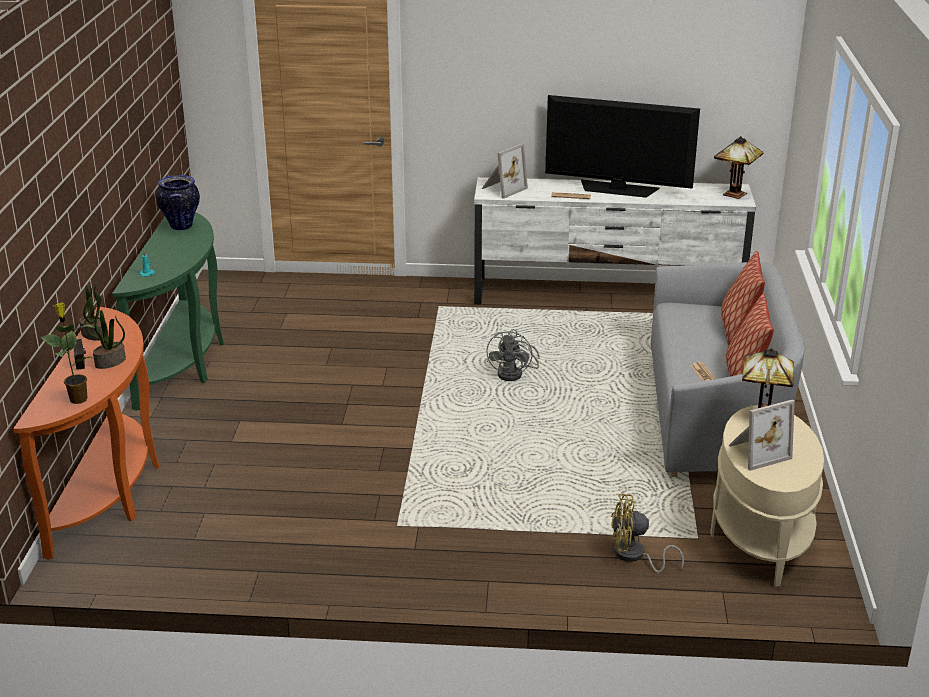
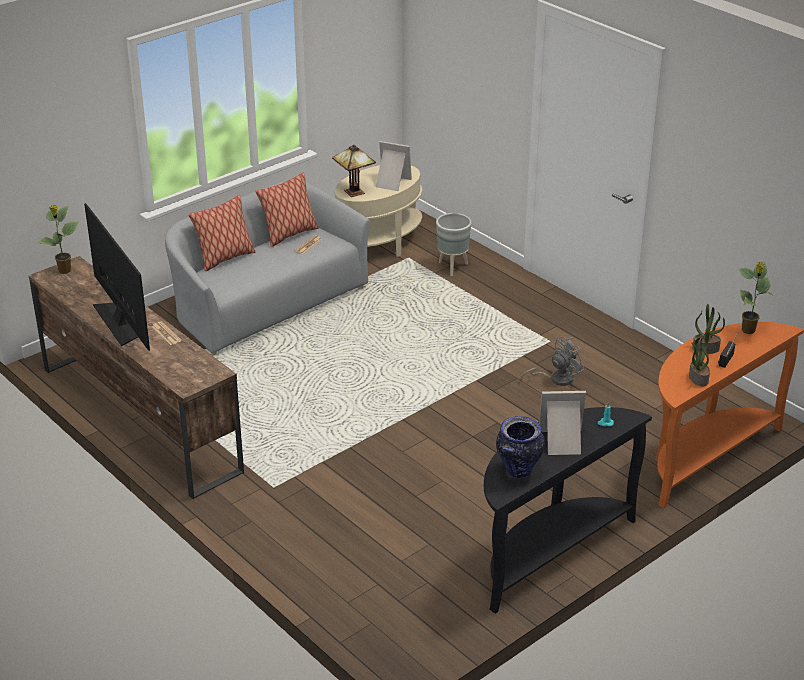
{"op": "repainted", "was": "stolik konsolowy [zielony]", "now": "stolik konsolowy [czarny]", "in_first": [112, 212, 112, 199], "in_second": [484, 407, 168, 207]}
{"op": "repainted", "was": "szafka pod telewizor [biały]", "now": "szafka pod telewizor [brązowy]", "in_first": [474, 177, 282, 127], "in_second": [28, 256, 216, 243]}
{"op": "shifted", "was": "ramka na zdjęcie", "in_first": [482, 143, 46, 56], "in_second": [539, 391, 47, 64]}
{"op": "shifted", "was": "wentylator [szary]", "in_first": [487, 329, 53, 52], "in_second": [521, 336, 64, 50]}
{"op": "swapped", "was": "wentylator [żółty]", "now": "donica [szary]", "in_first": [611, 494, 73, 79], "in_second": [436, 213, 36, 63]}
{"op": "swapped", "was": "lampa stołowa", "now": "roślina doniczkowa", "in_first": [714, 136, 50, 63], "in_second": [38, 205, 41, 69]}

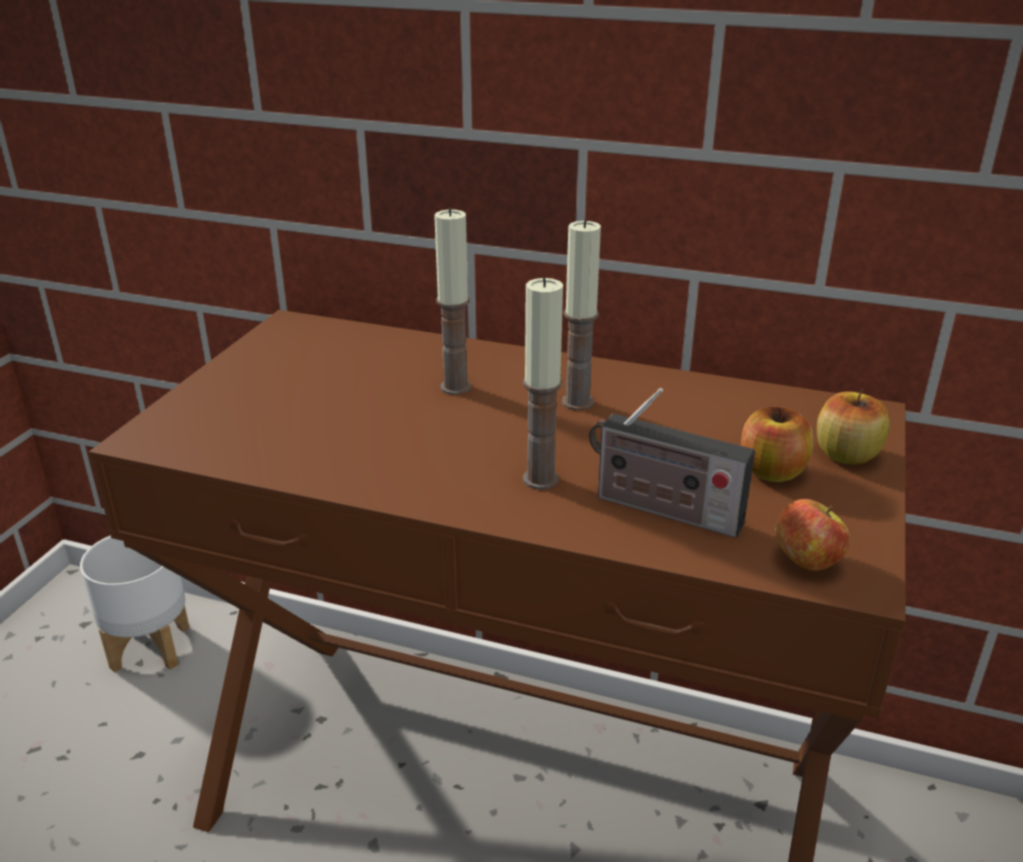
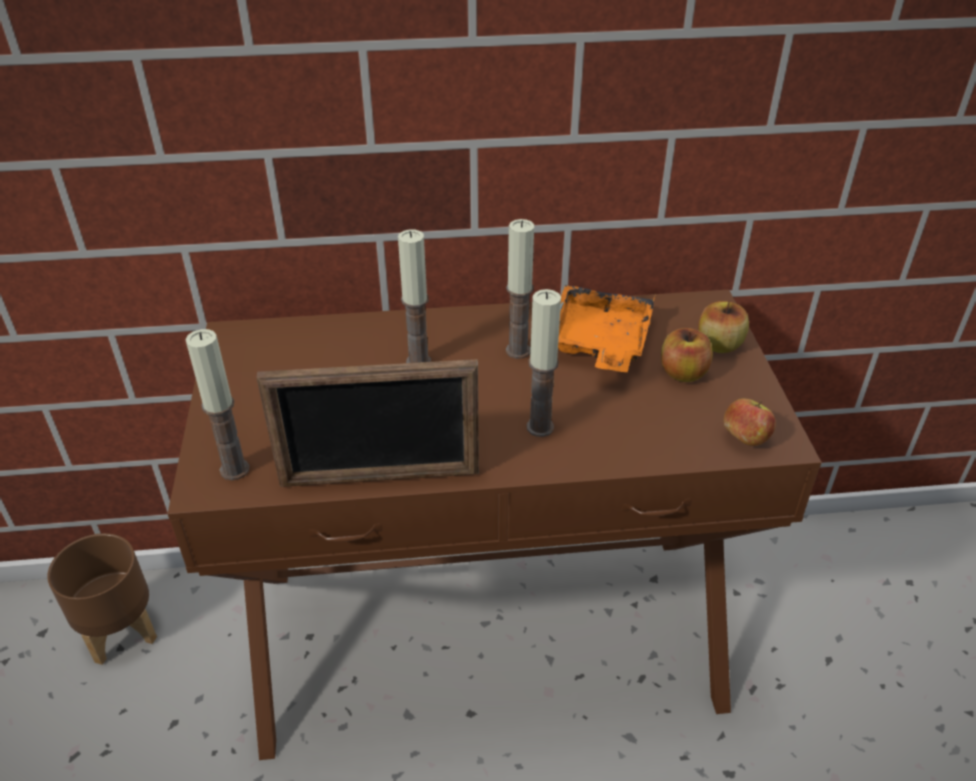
{"op": "repainted", "was": "donica [biały]", "now": "donica [brązowy]", "in_first": [80, 535, 110, 138], "in_second": [47, 533, 110, 132]}
{"op": "gone", "was": "radio", "in_first": [589, 388, 166, 150]}
{"op": "new", "now": "świeca", "in_second": [185, 329, 64, 151]}
{"op": "new", "now": "ramka na zdjęcie", "in_second": [256, 359, 223, 128]}
{"op": "new", "now": "taca [pomarańczowy]", "in_second": [558, 285, 98, 87]}

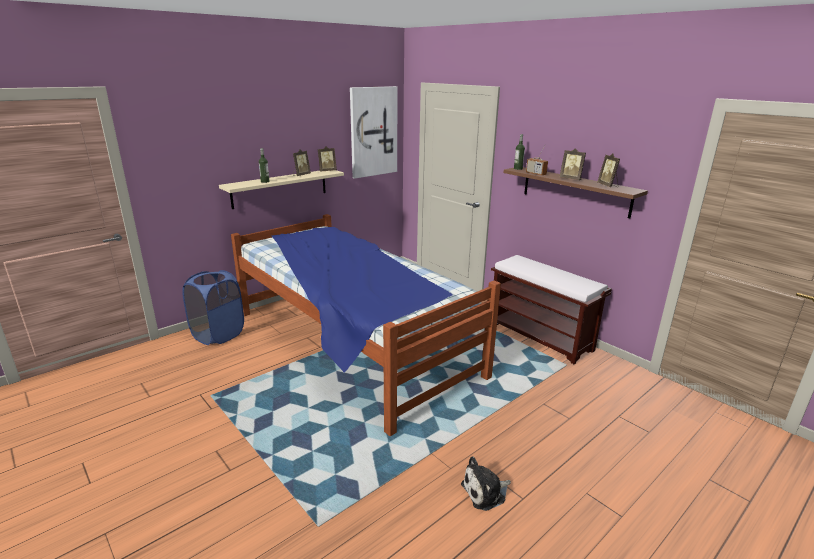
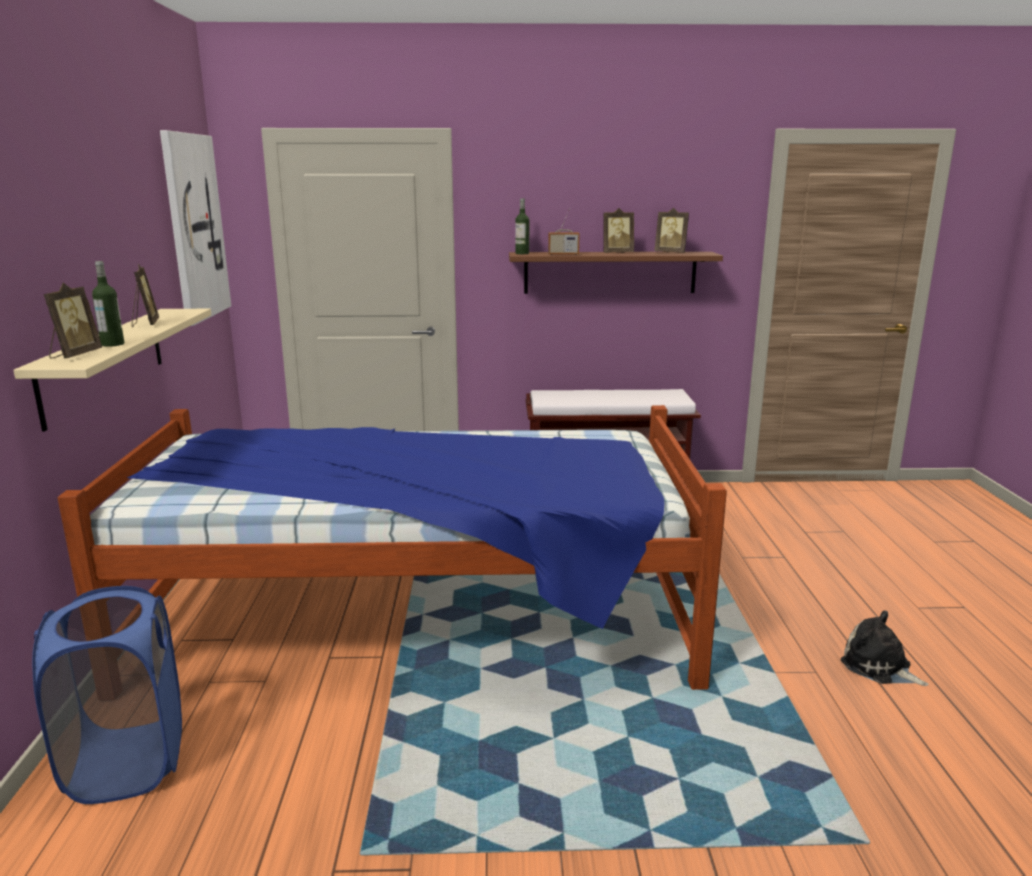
{"op": "shifted", "was": "ramka na zdjęcie", "in_first": [318, 146, 19, 26], "in_second": [44, 283, 58, 75]}
{"op": "rotated", "was": "pluszak", "in_first": [461, 456, 50, 55], "in_second": [841, 611, 87, 75], "clockwise": 120}

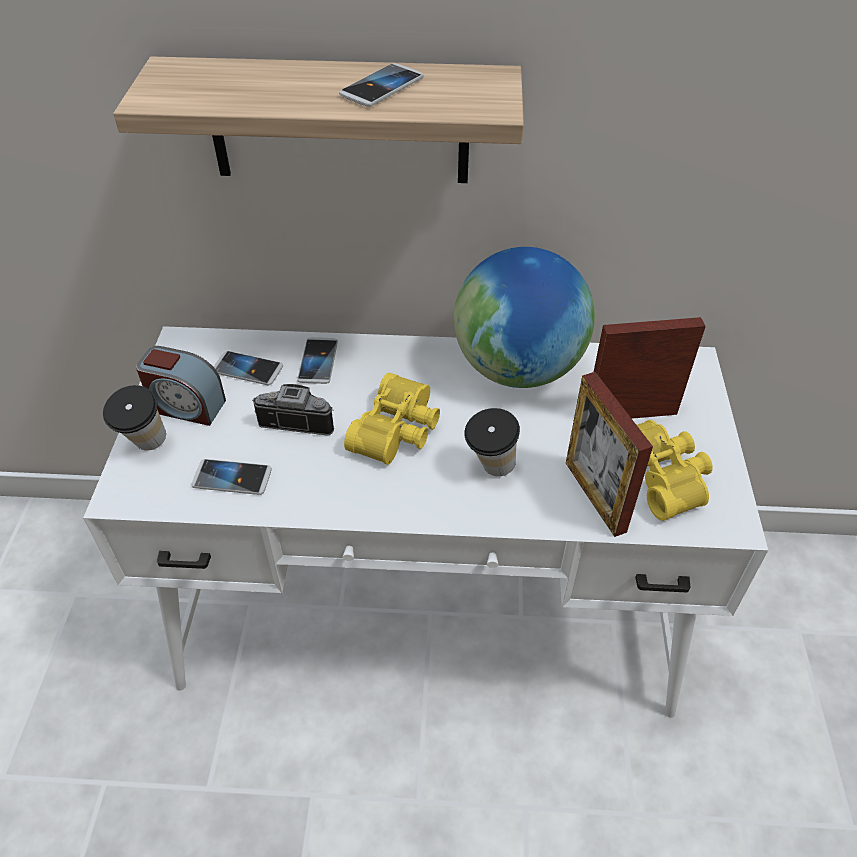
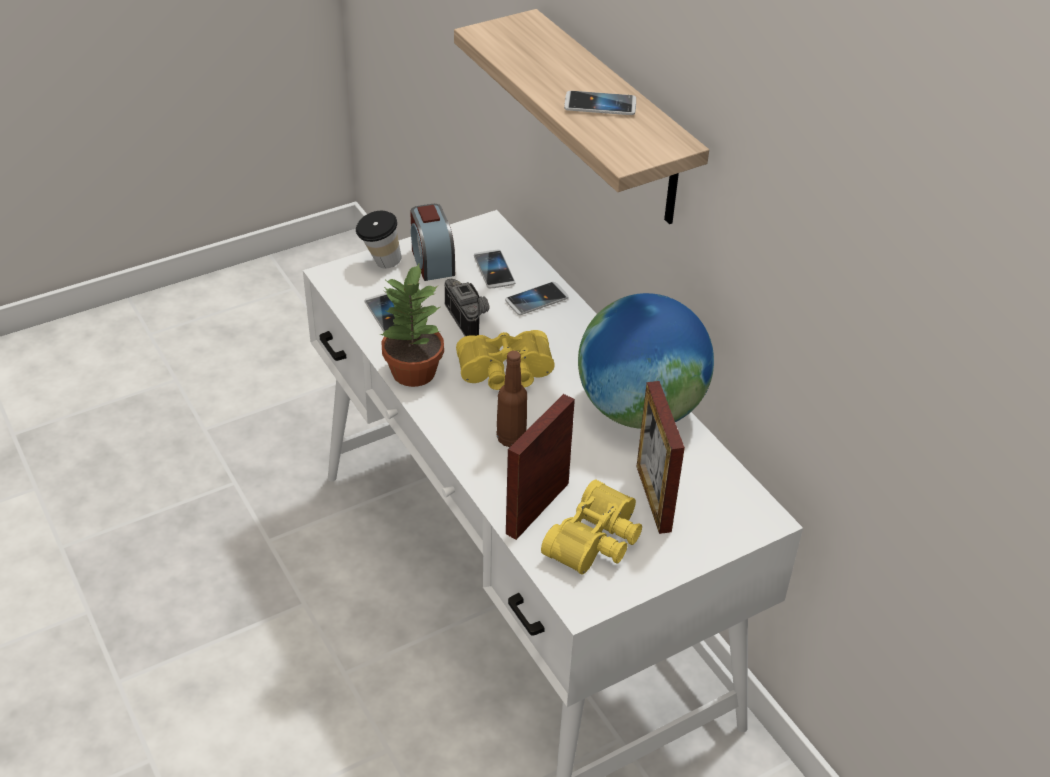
{"op": "swapped", "was": "filiżanka", "now": "butelka [brązowy]", "in_first": [464, 408, 56, 69], "in_second": [497, 351, 30, 96]}
{"op": "rotated", "was": "ramka na zdjęcie", "in_first": [594, 317, 112, 102], "in_second": [636, 381, 49, 153], "clockwise": -150}
{"op": "new", "now": "roślina doniczkowa", "in_second": [379, 262, 65, 125]}

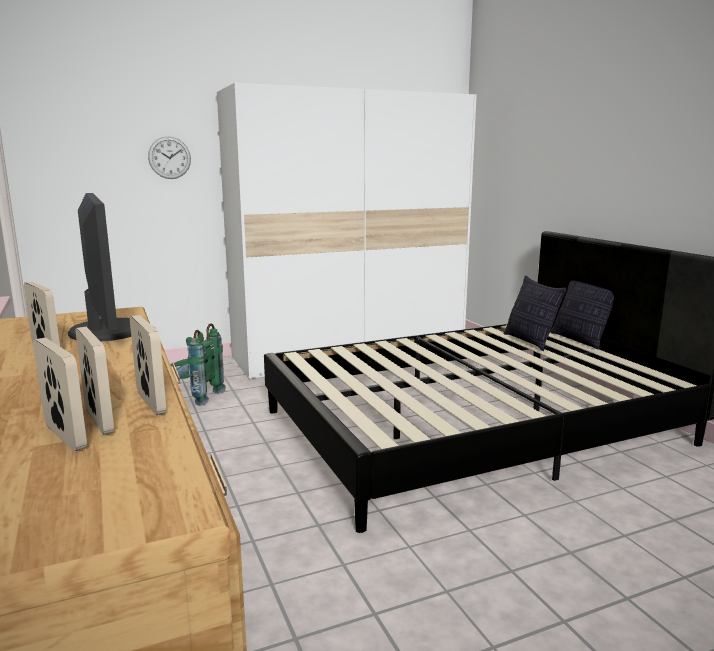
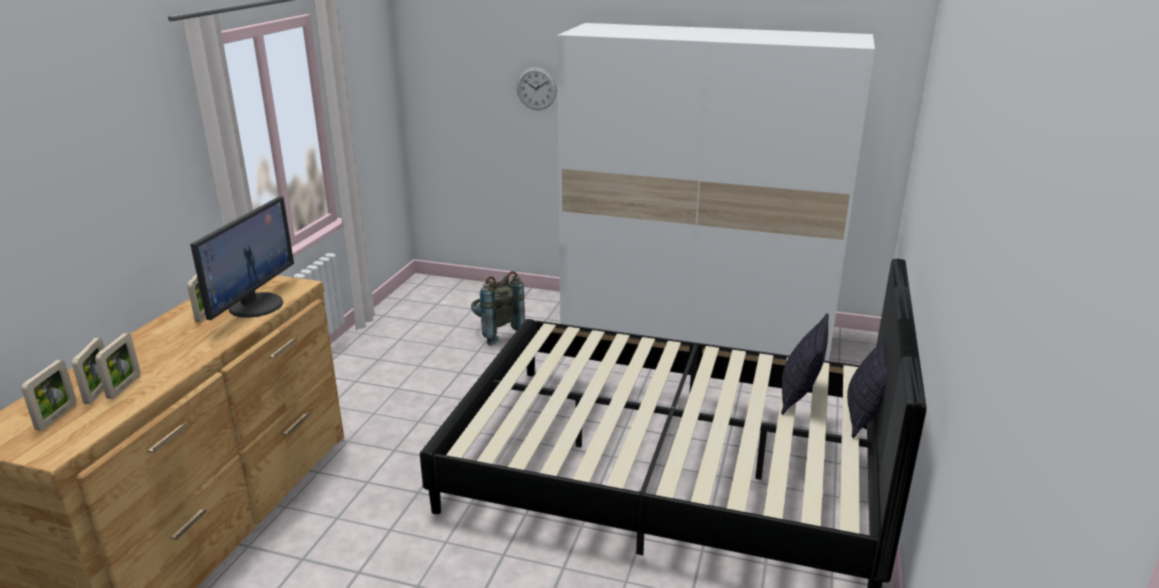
{"op": "shifted", "was": "ramka na zdjęcie", "in_first": [130, 315, 36, 100], "in_second": [21, 360, 56, 70]}
{"op": "repainted", "was": "plecak [zielony]", "now": "plecak [szary]", "in_first": [170, 323, 56, 83], "in_second": [471, 271, 54, 74]}

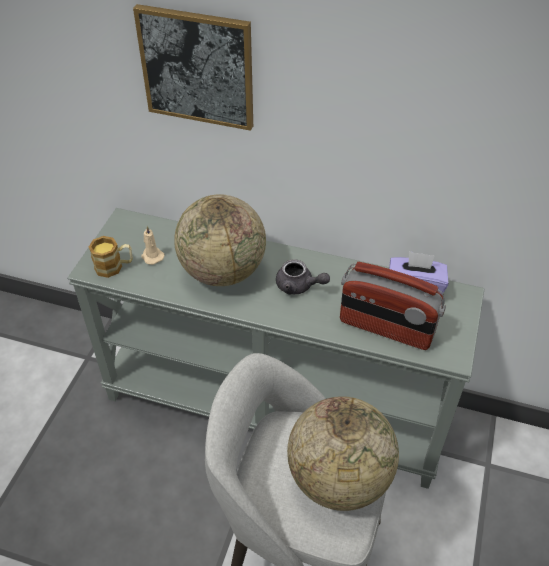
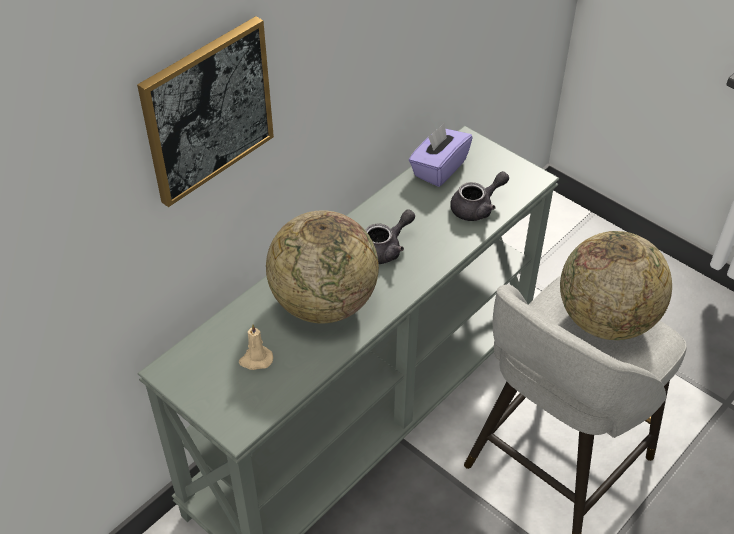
{"op": "gone", "was": "kubek", "in_first": [89, 236, 44, 42]}
{"op": "swapped", "was": "radio", "now": "imbryk [szary]", "in_first": [340, 262, 106, 88], "in_second": [450, 171, 59, 50]}

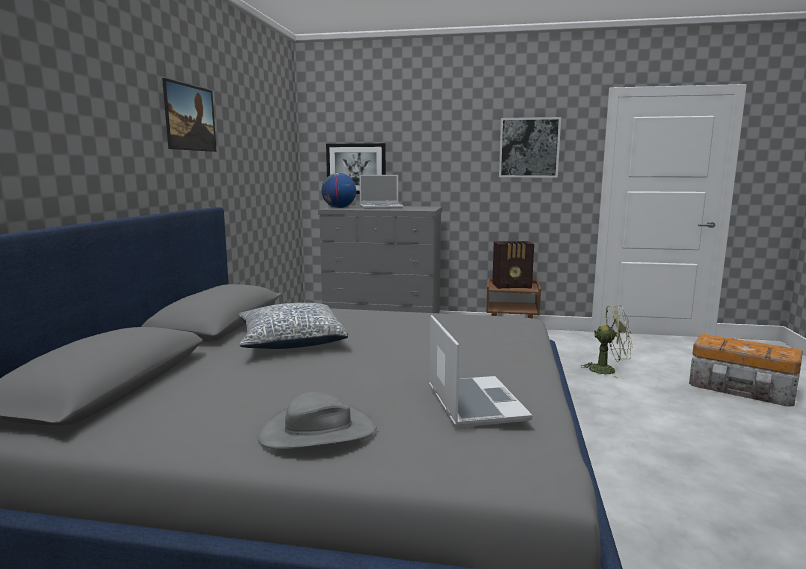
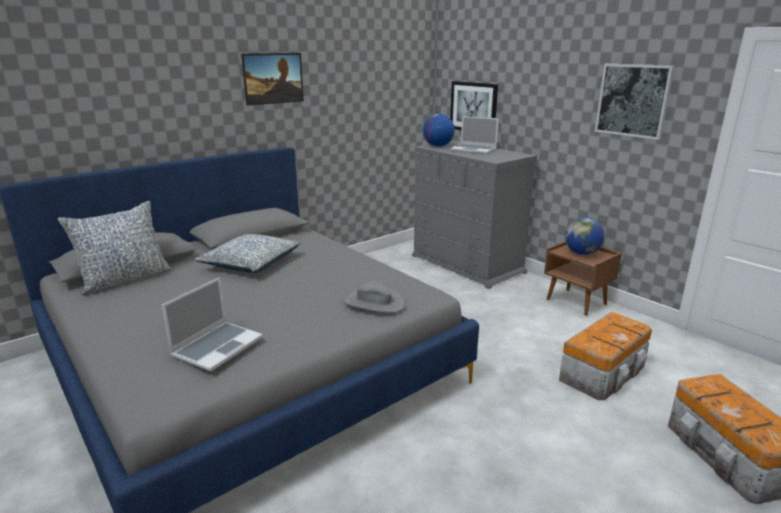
{"op": "shifted", "was": "kapelusz [szary]", "in_first": [257, 392, 120, 57], "in_second": [343, 280, 63, 33]}
{"op": "swapped", "was": "radio", "now": "globus", "in_first": [492, 241, 42, 48], "in_second": [565, 218, 40, 37]}
{"op": "swapped", "was": "wentylator [zielony]", "now": "pojemnik do przechowywania", "in_first": [580, 305, 52, 73], "in_second": [559, 312, 93, 88]}
{"op": "new", "now": "poduszka", "in_second": [58, 201, 114, 94]}

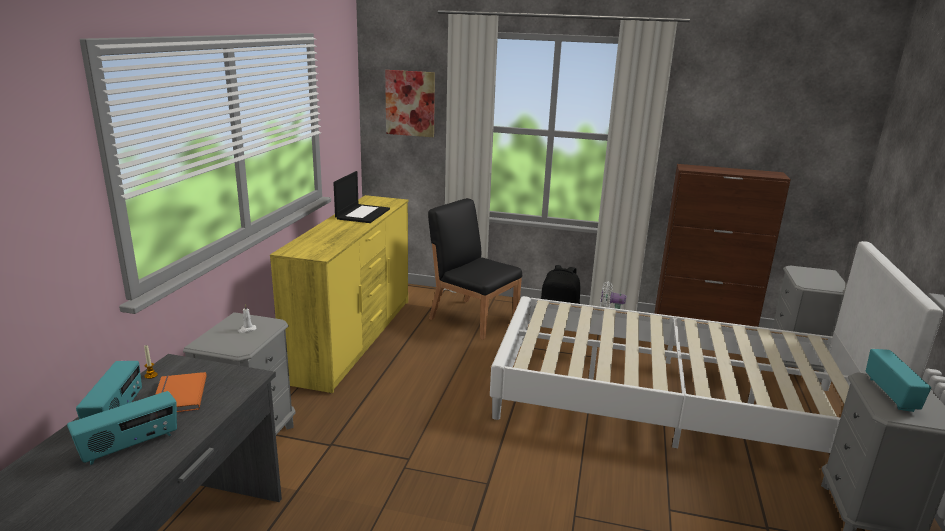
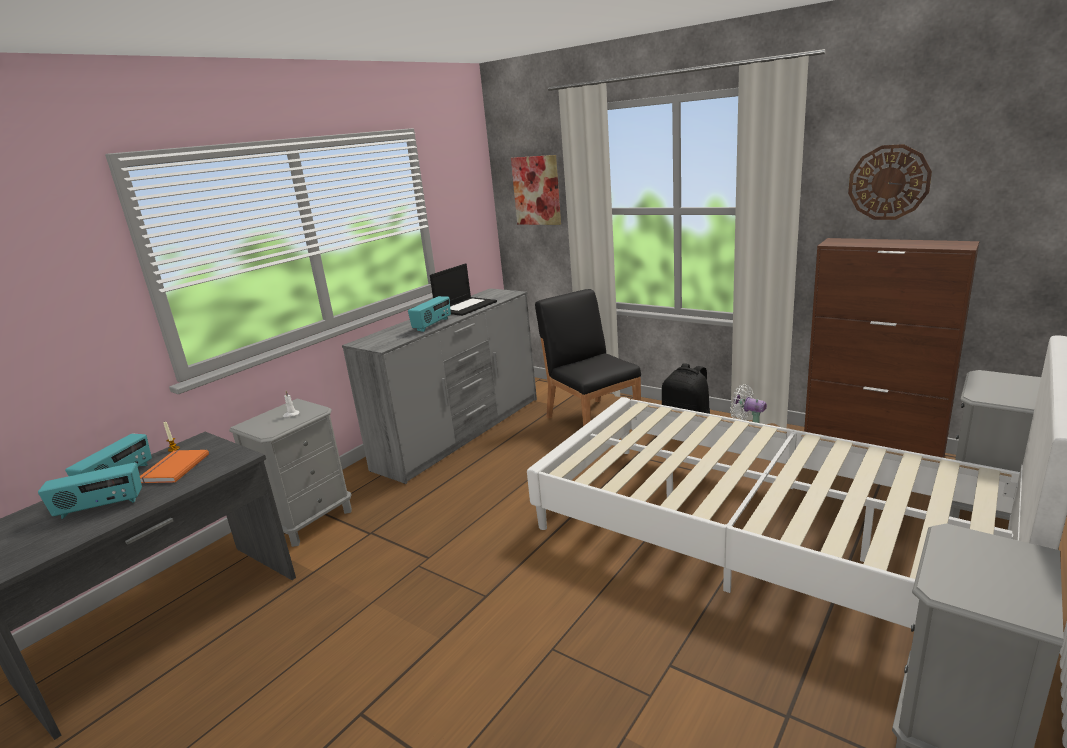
{"op": "repainted", "was": "komoda [żółty]", "now": "komoda [szary]", "in_first": [270, 195, 139, 198], "in_second": [342, 288, 195, 196]}
{"op": "shifted", "was": "radio", "in_first": [866, 349, 65, 63], "in_second": [408, 296, 43, 36]}
{"op": "new", "now": "zegar ścienny", "in_second": [848, 144, 84, 76]}

